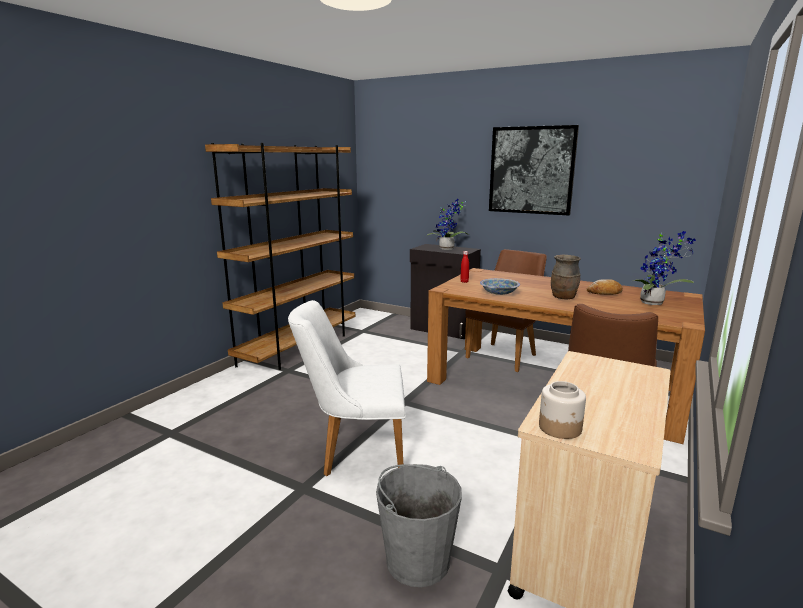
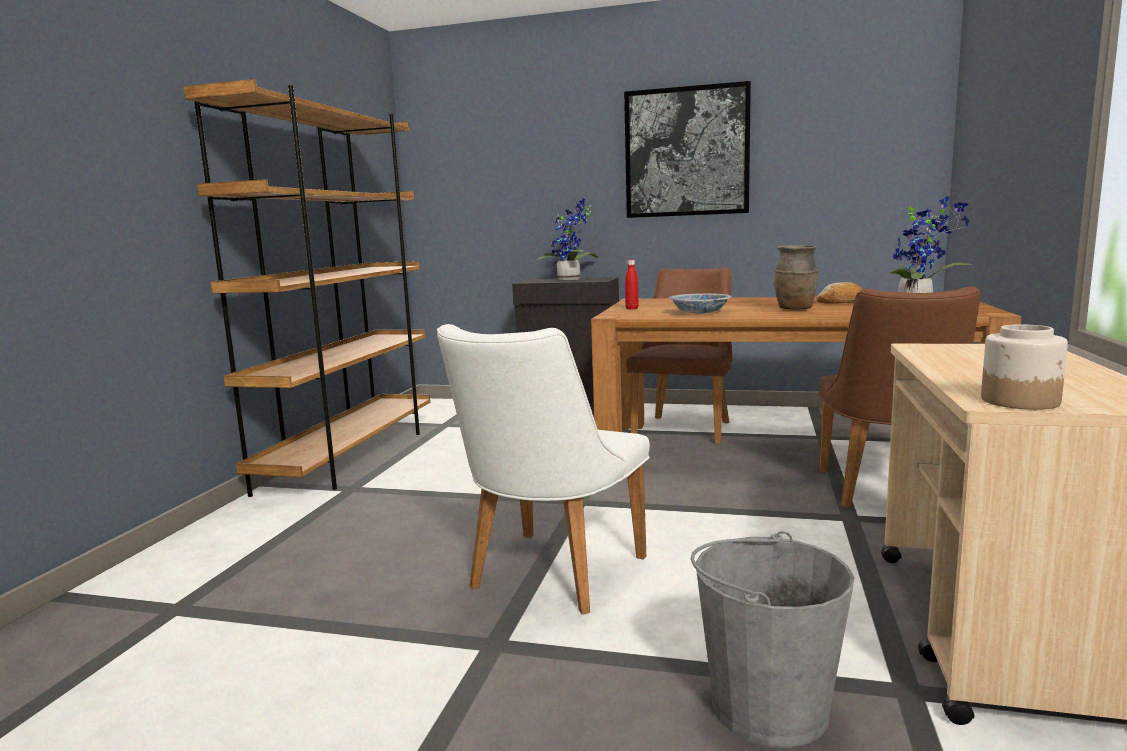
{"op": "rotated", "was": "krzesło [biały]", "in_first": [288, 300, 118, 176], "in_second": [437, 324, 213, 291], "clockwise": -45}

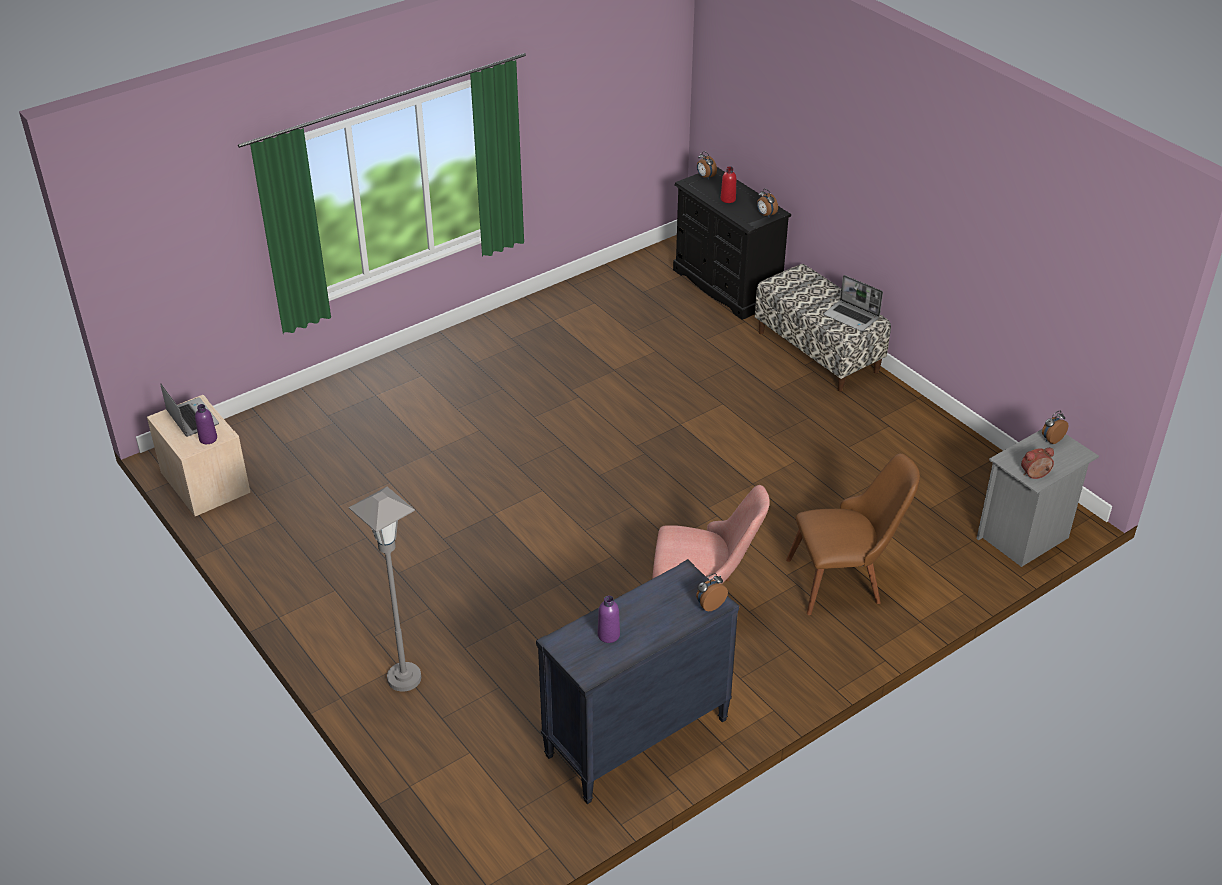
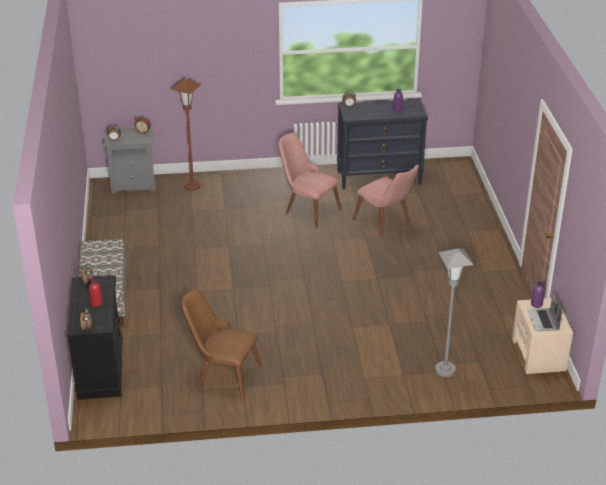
{"op": "shifted", "was": "lampa stojąca [szary]", "in_first": [349, 487, 72, 205], "in_second": [435, 248, 38, 129]}
{"op": "shifted", "was": "krzesło [brązowy]", "in_first": [786, 453, 134, 162], "in_second": [181, 289, 81, 109]}
{"op": "gone", "was": "laptop", "in_first": [823, 275, 60, 56]}
{"op": "new", "now": "lampa stojąca [brązowy]", "in_second": [171, 79, 30, 112]}
{"op": "new", "now": "krzesło [różowy]", "in_second": [353, 164, 66, 72]}

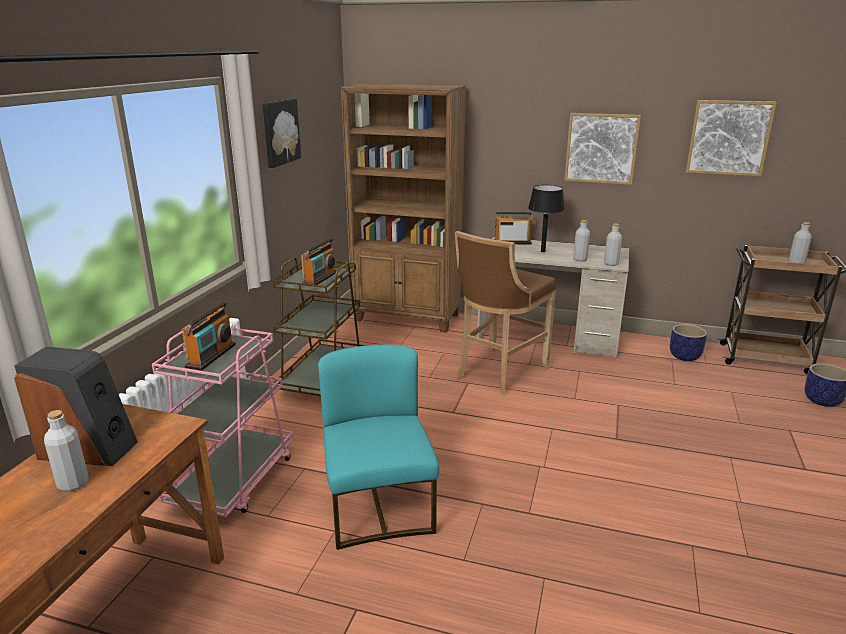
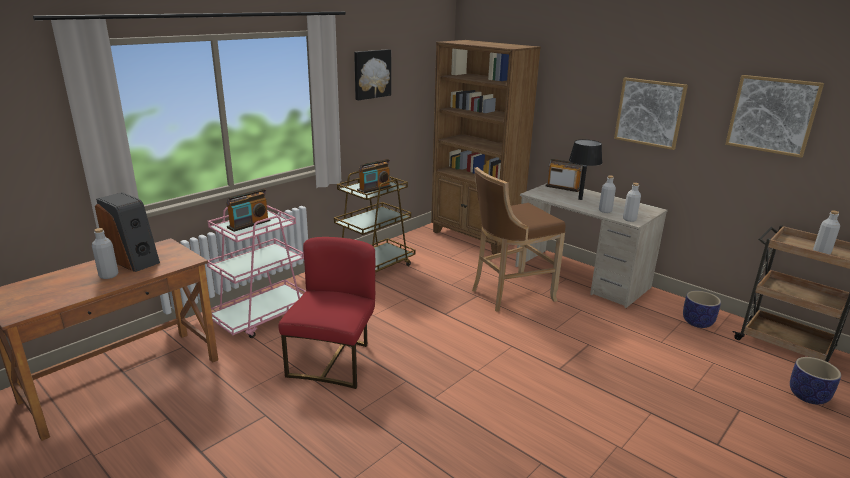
{"op": "repainted", "was": "krzesło [turkusowy]", "now": "krzesło [czerwony]", "in_first": [318, 345, 121, 205], "in_second": [278, 237, 97, 152]}

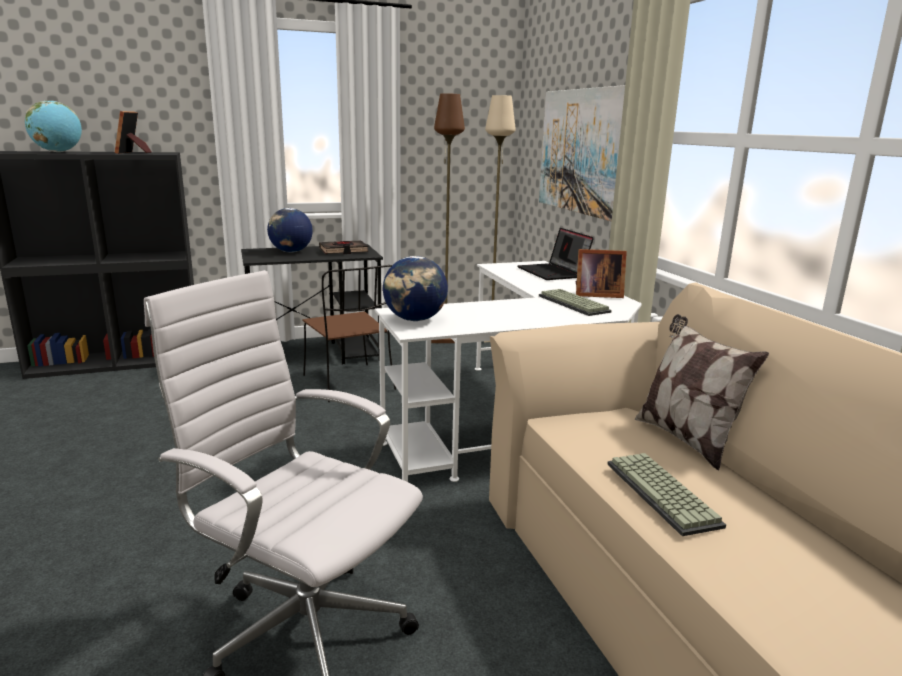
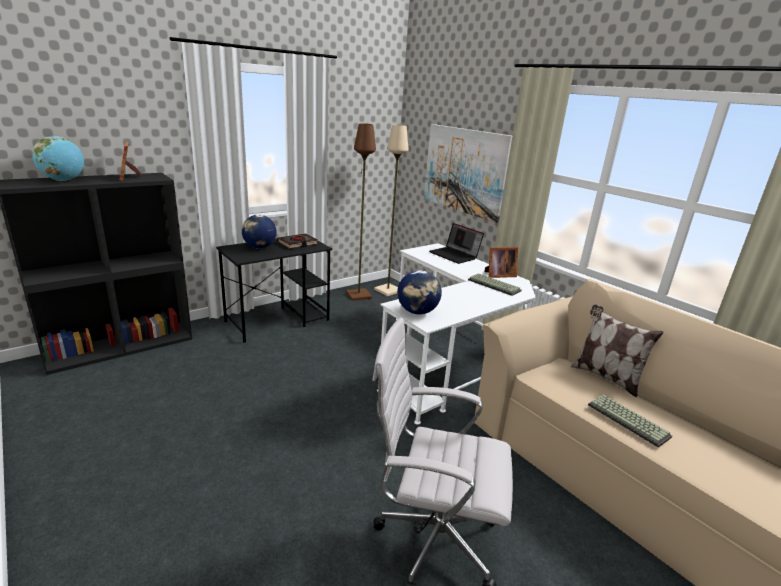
{"op": "gone", "was": "krzesło [brązowy]", "in_first": [303, 265, 93, 137]}

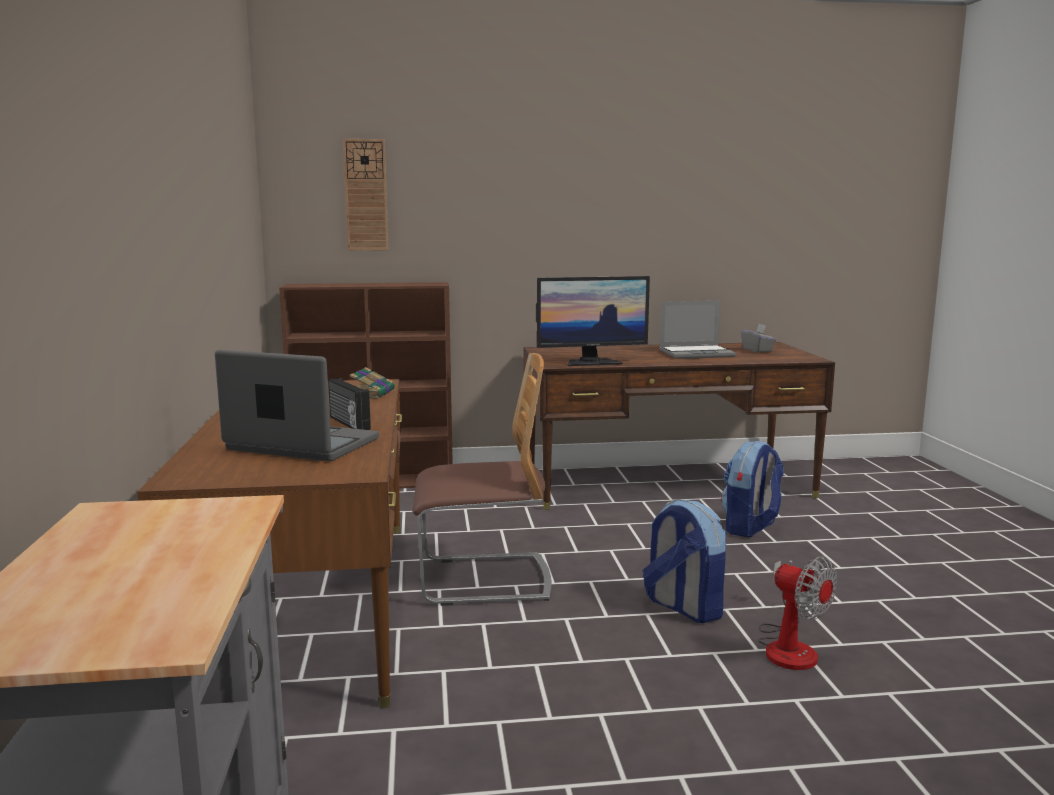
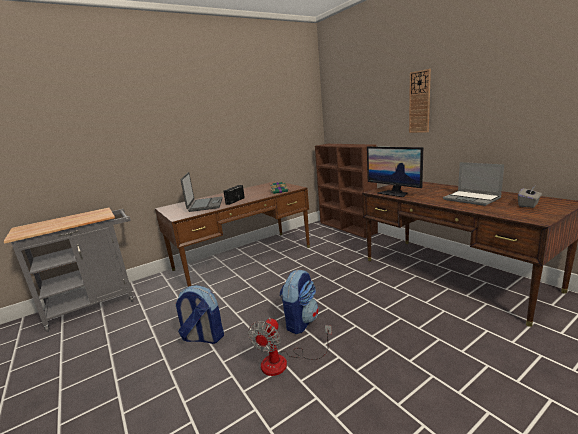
{"op": "shifted", "was": "zegar ścienny", "in_first": [343, 139, 46, 111], "in_second": [409, 69, 22, 64]}
{"op": "gone", "was": "krzesło", "in_first": [413, 353, 139, 253]}
{"op": "shifted", "was": "plecak", "in_first": [721, 440, 63, 97], "in_second": [176, 285, 48, 59]}

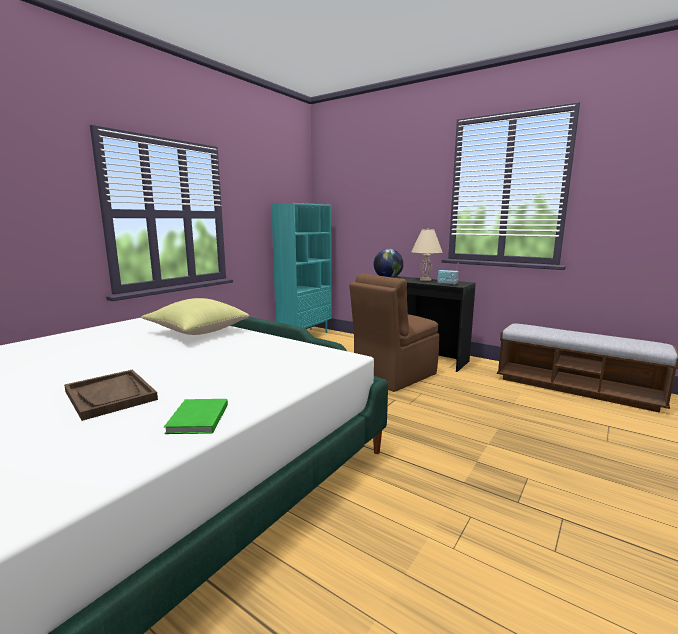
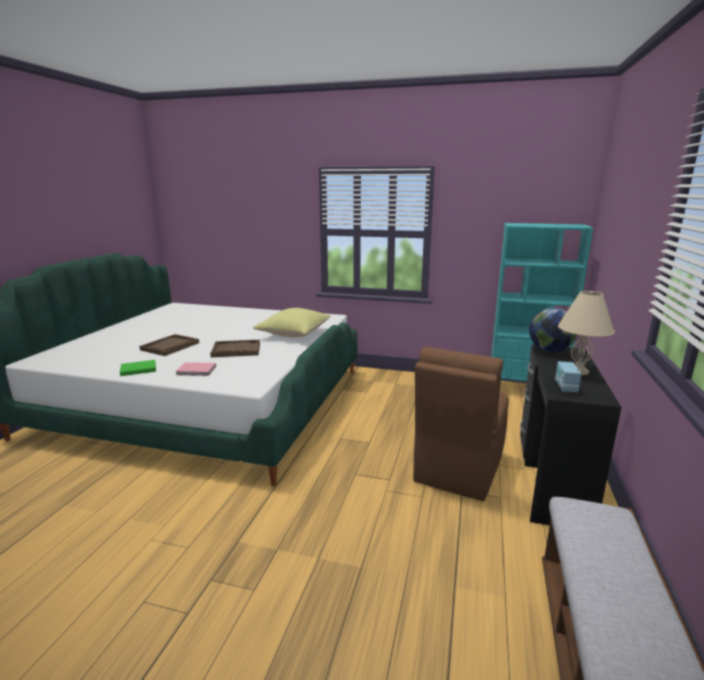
{"op": "rotated", "was": "krzesło [brązowy]", "in_first": [349, 273, 90, 119], "in_second": [413, 347, 96, 154], "clockwise": -90}
{"op": "new", "now": "książka [różowy]", "in_second": [175, 362, 41, 14]}
{"op": "new", "now": "taca [brązowy]", "in_second": [210, 340, 50, 17]}

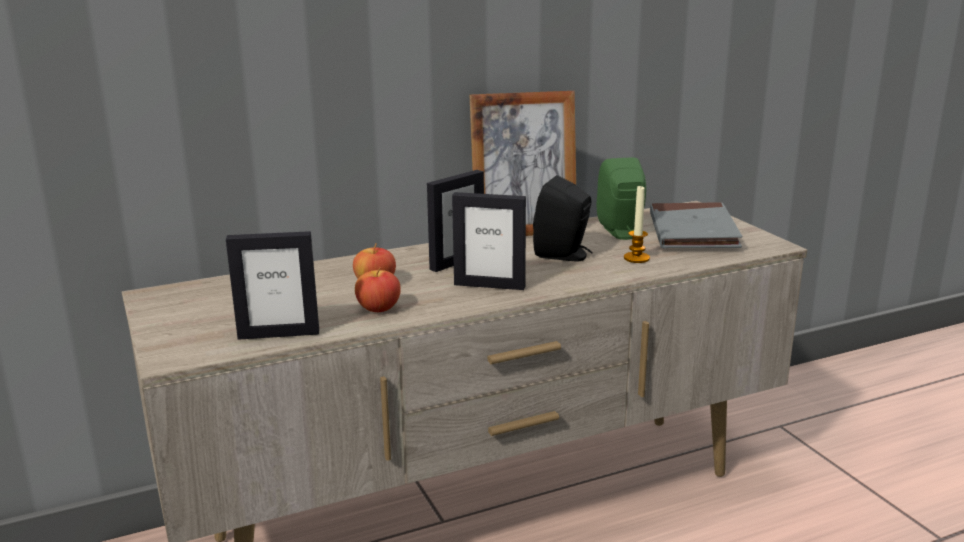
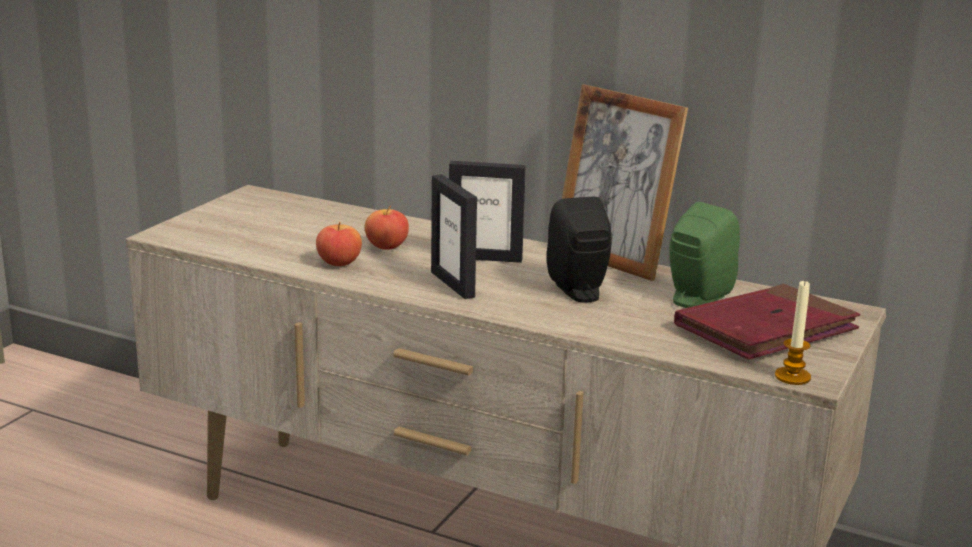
{"op": "gone", "was": "ramka na zdjęcie", "in_first": [226, 231, 93, 109]}
{"op": "shifted", "was": "świeca", "in_first": [624, 186, 26, 77], "in_second": [775, 281, 36, 104]}
{"op": "repainted", "was": "książka [szary]", "now": "książka [czerwony]", "in_first": [650, 202, 92, 47], "in_second": [674, 284, 187, 75]}

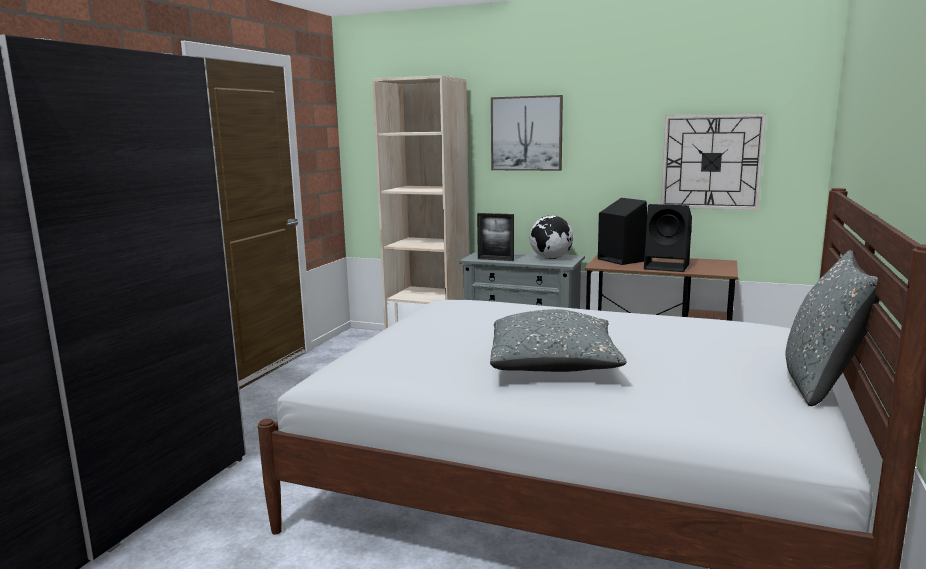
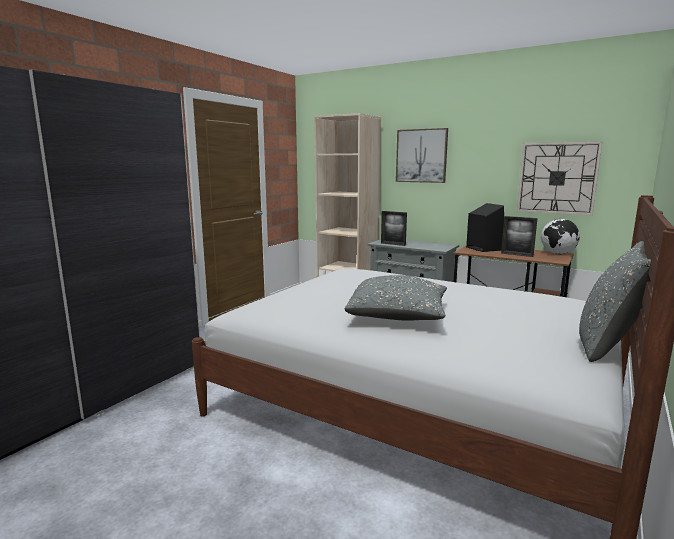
{"op": "shifted", "was": "globus", "in_first": [530, 215, 43, 44], "in_second": [541, 219, 39, 35]}
{"op": "swapped", "was": "głośnik [czarny]", "now": "ramka na zdjęcie", "in_first": [644, 204, 48, 68], "in_second": [501, 216, 36, 41]}

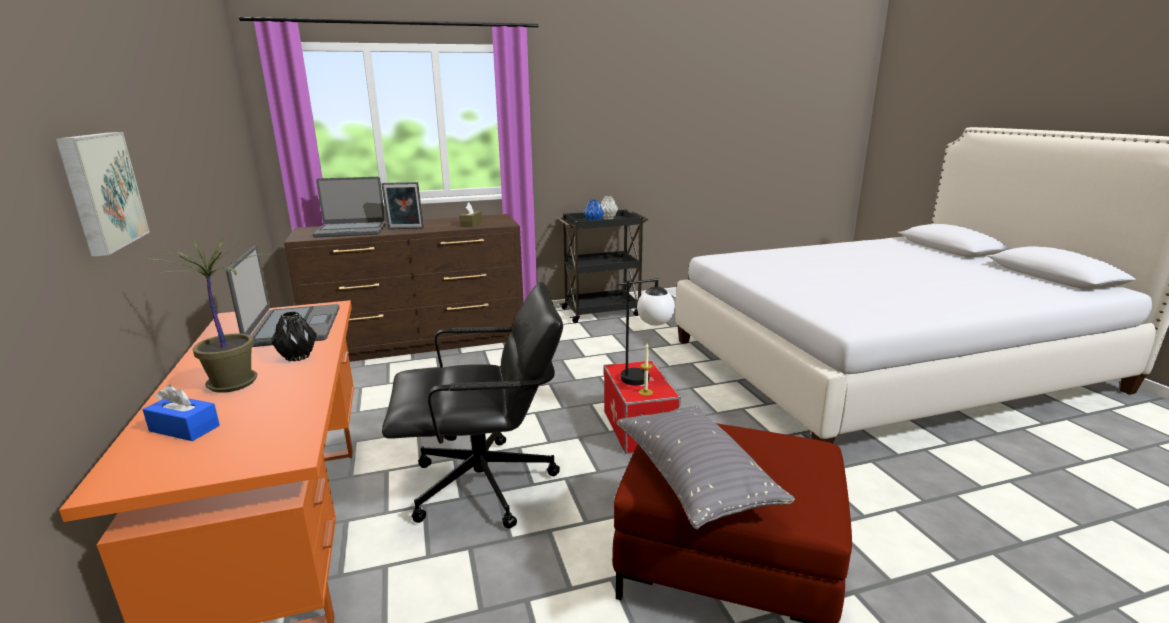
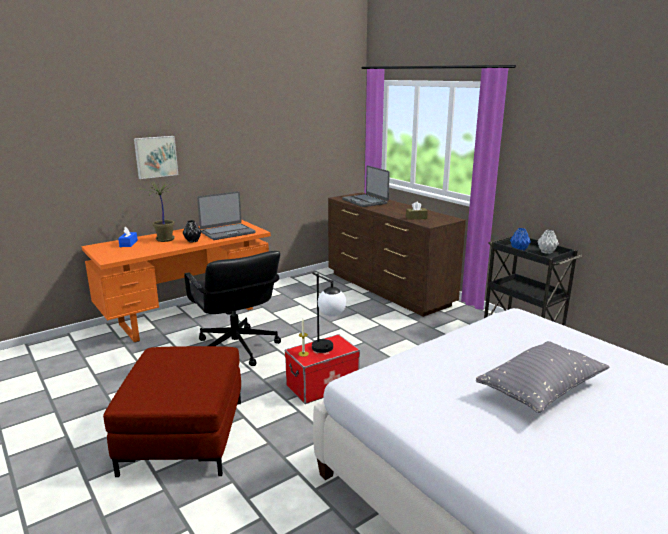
{"op": "gone", "was": "ramka na zdjęcie", "in_first": [381, 182, 43, 47]}
{"op": "shifted", "was": "poduszka [szary]", "in_first": [616, 405, 179, 125], "in_second": [476, 341, 133, 72]}

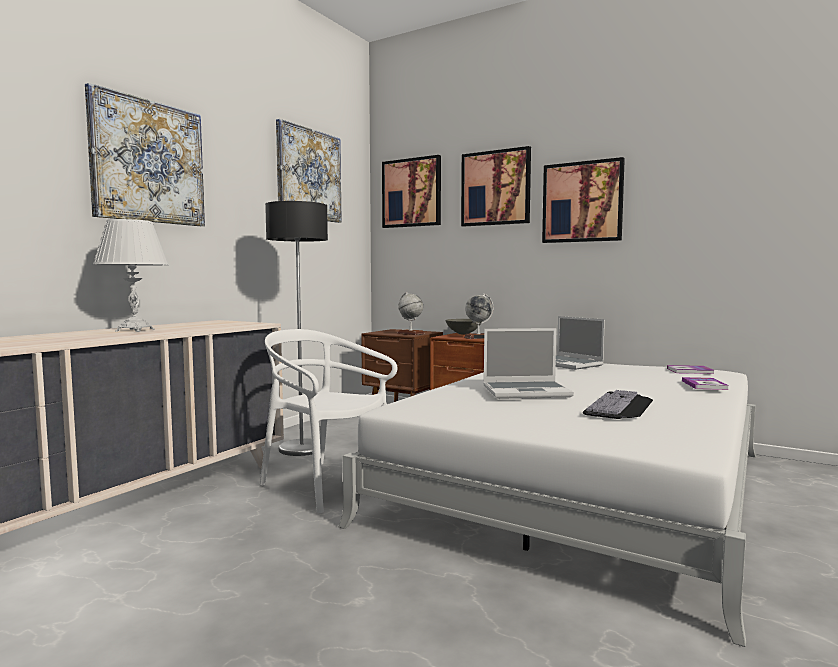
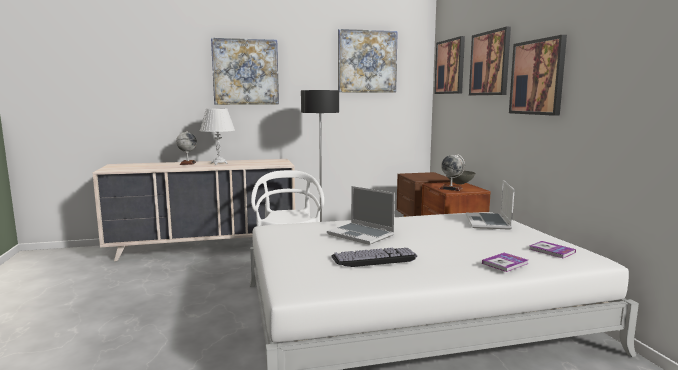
{"op": "shifted", "was": "globus", "in_first": [397, 292, 28, 43], "in_second": [176, 131, 21, 34]}

